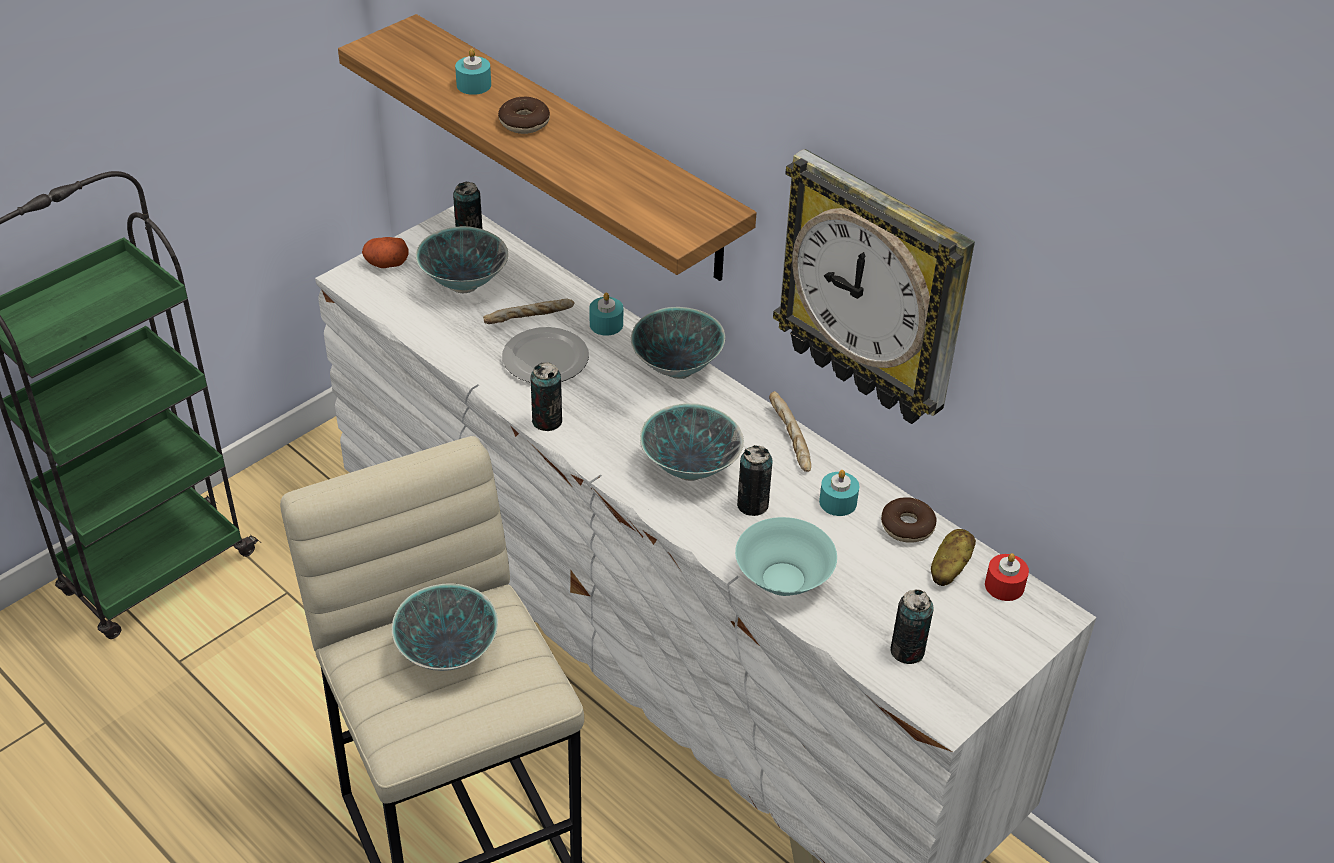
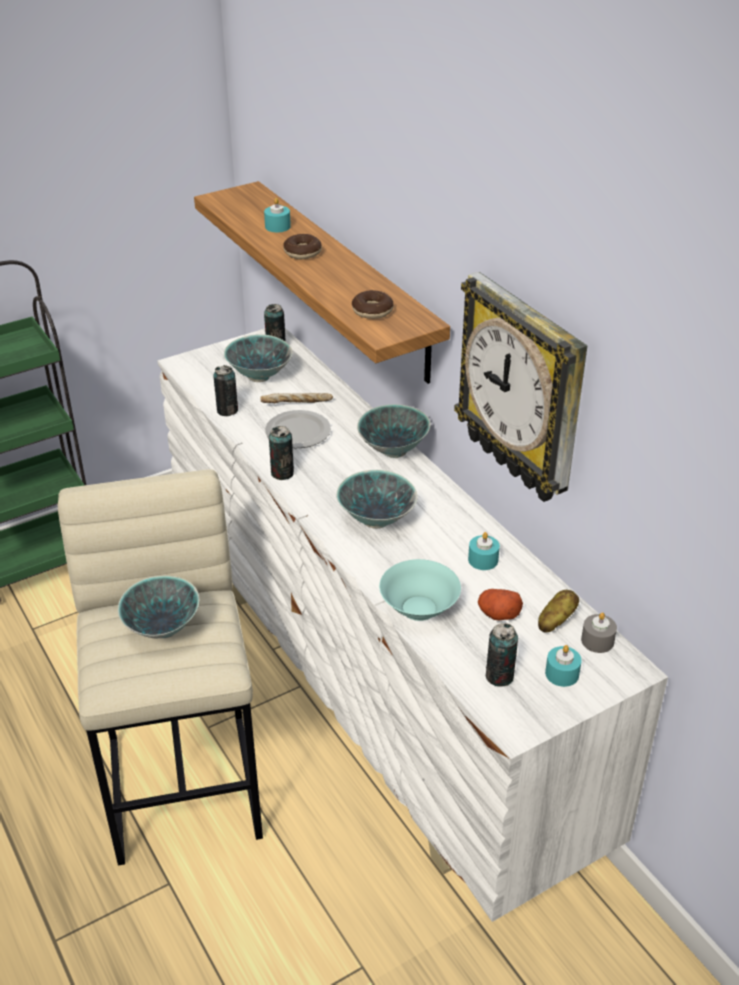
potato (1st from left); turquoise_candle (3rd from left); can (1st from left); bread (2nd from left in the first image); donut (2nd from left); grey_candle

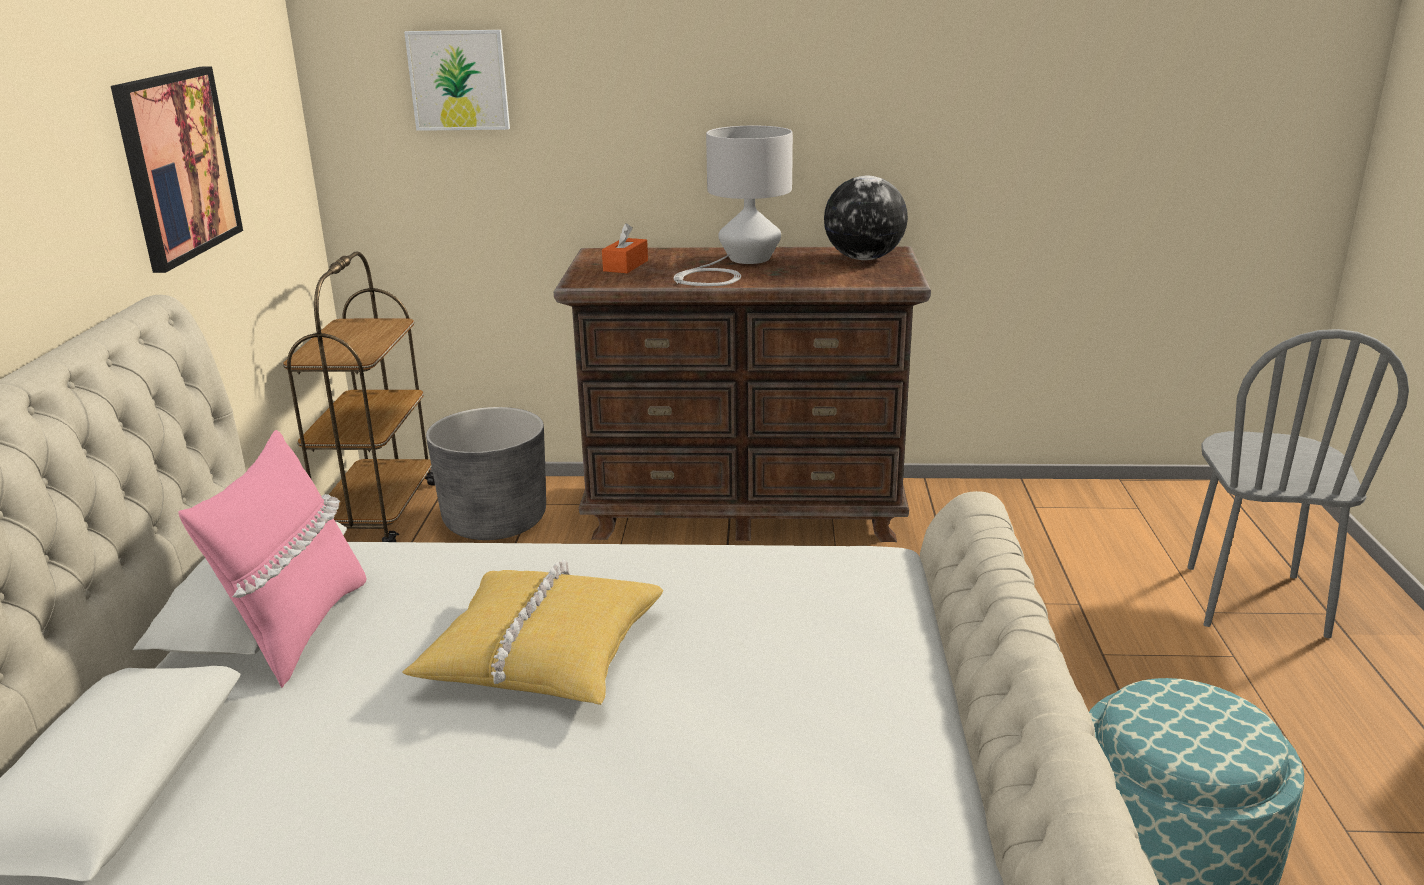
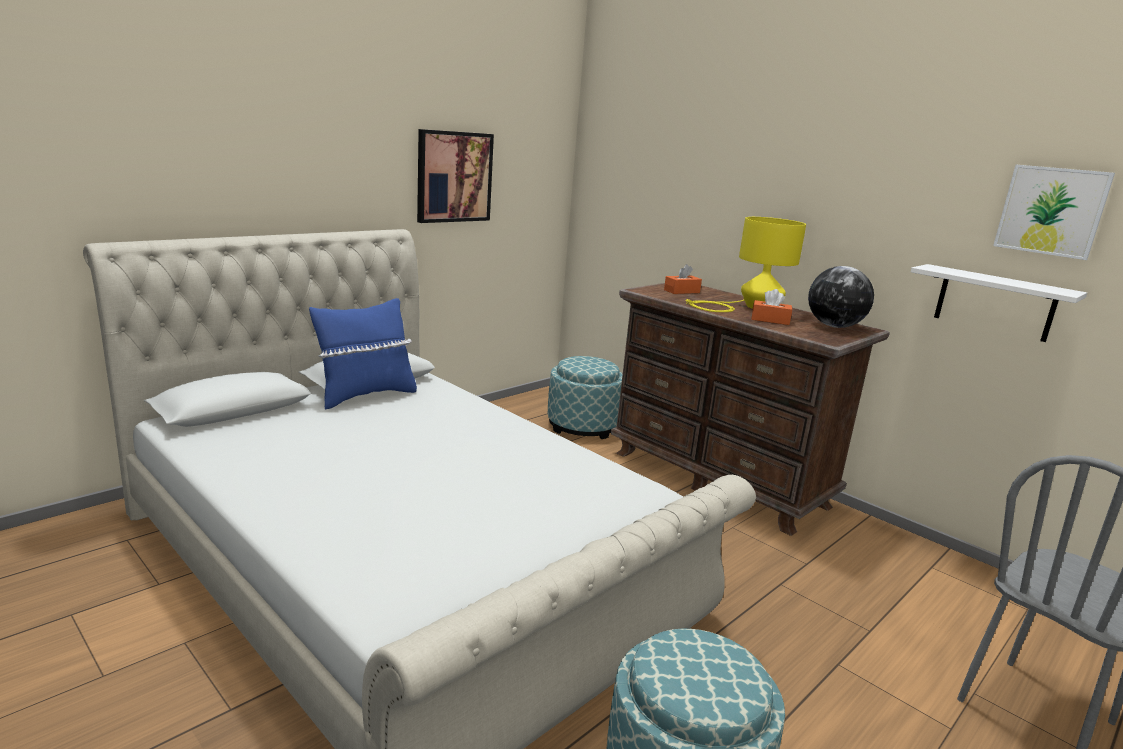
blue_pillow; brown_cart; yellow_pillow; picture (2nd from left); ottoman (1st from left); yellow_table_lamp; orange_tissue_box (2nd from left); white_shelf

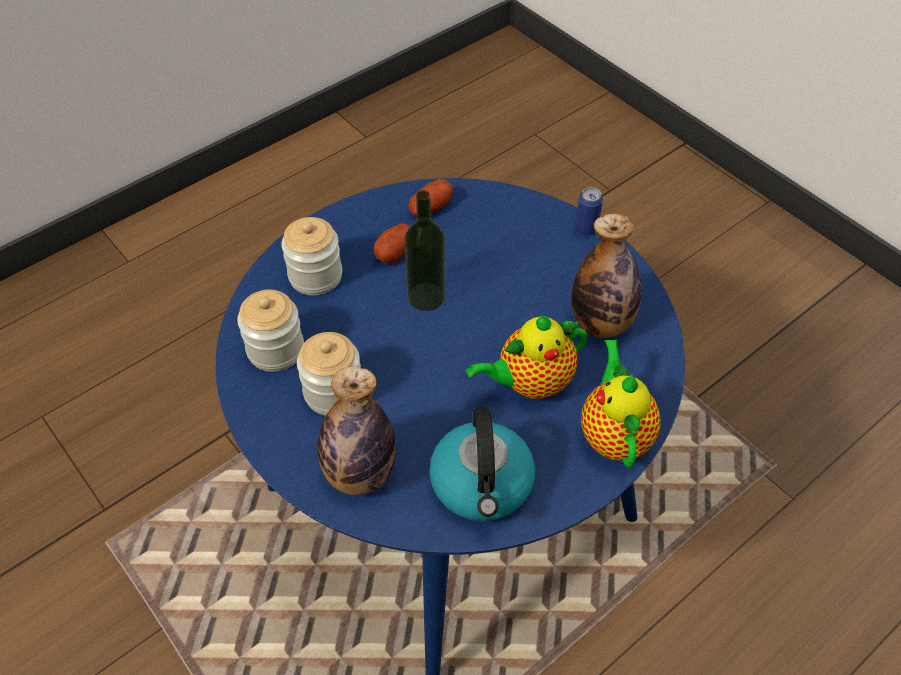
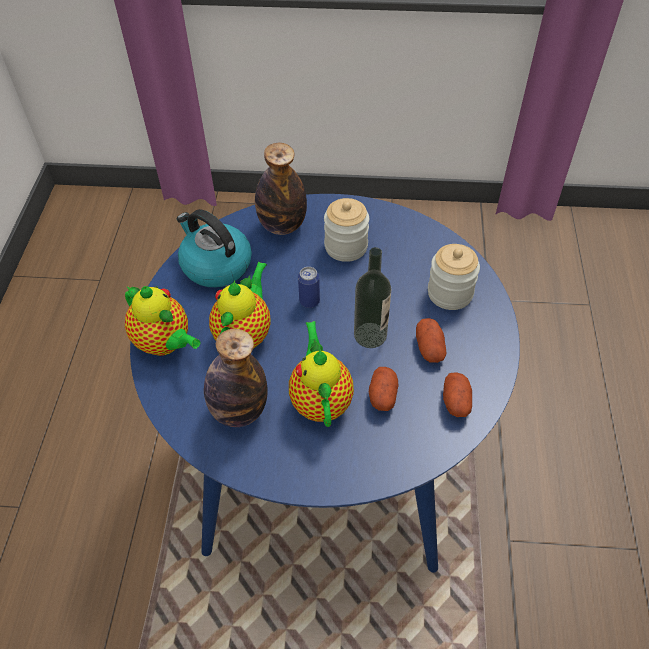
jar (1st from left in the first image); can; teapot (3rd from left); potato (1st from left)

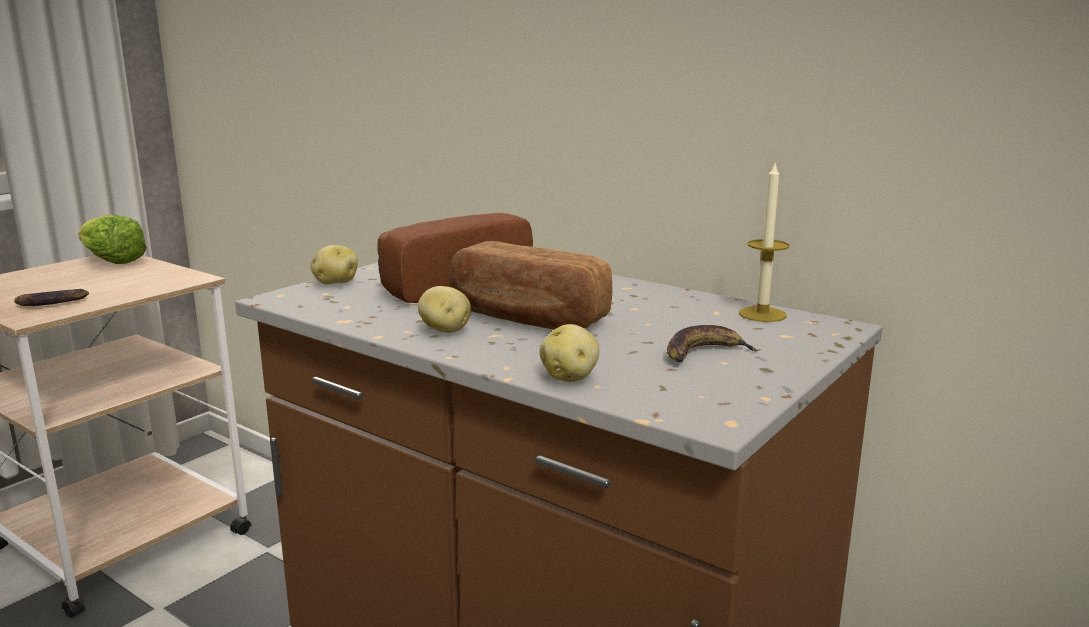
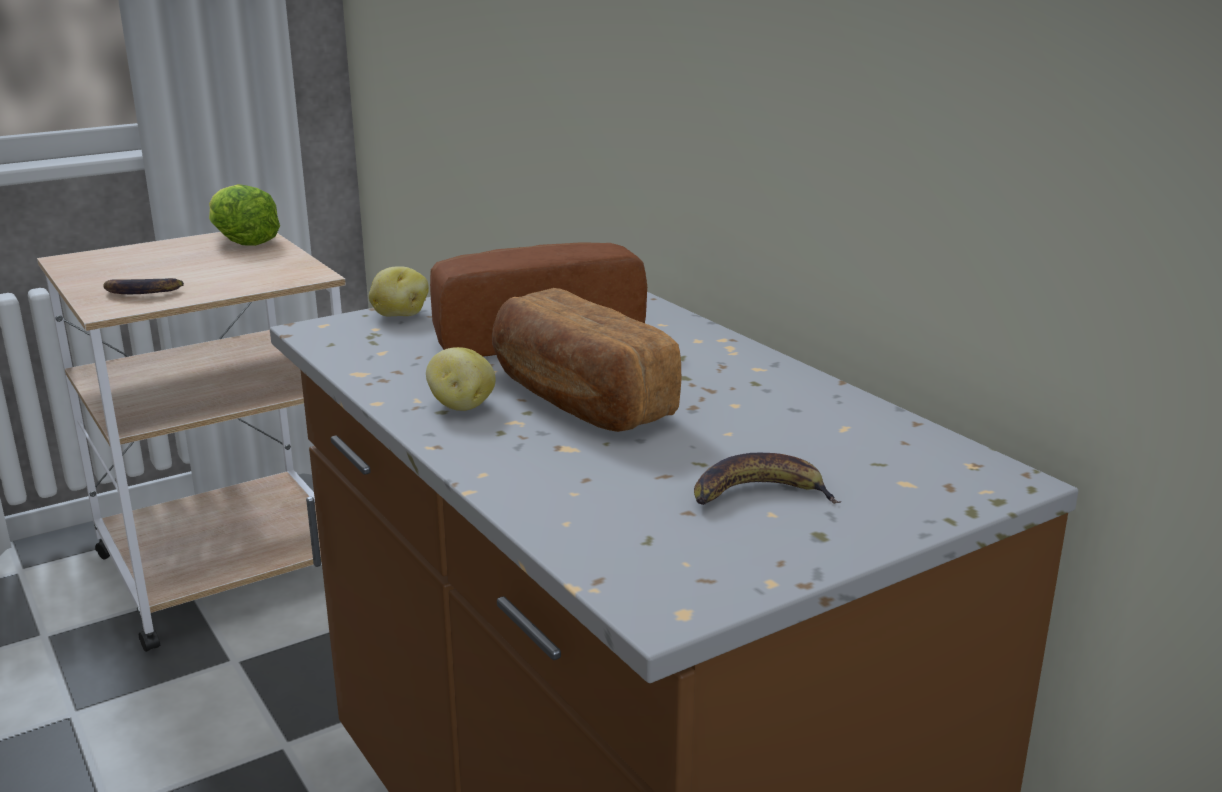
potato (3rd from left in the first image); candle

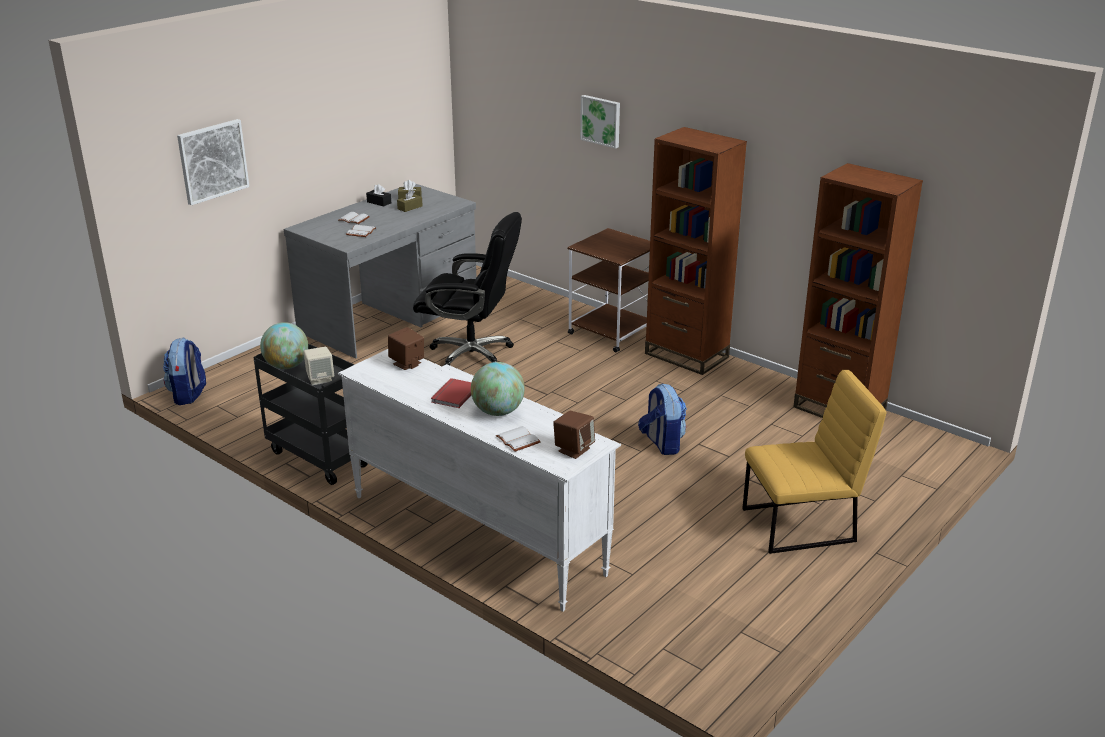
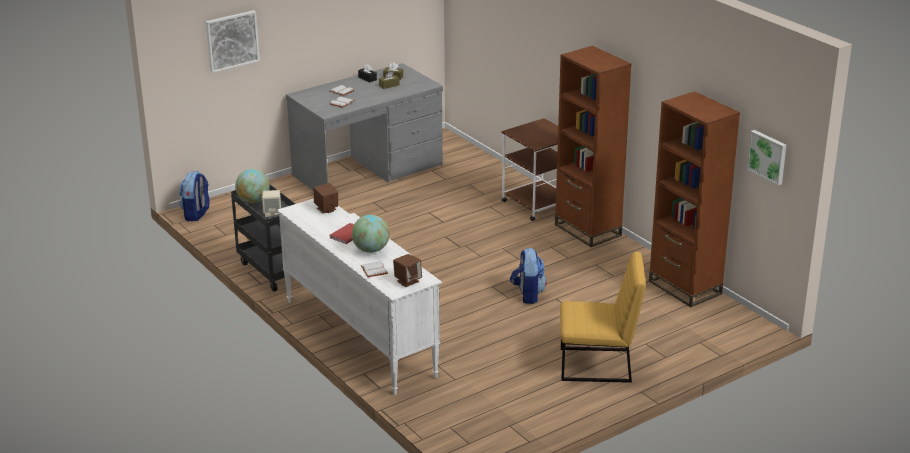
black_office_chair; picture (2nd from left)

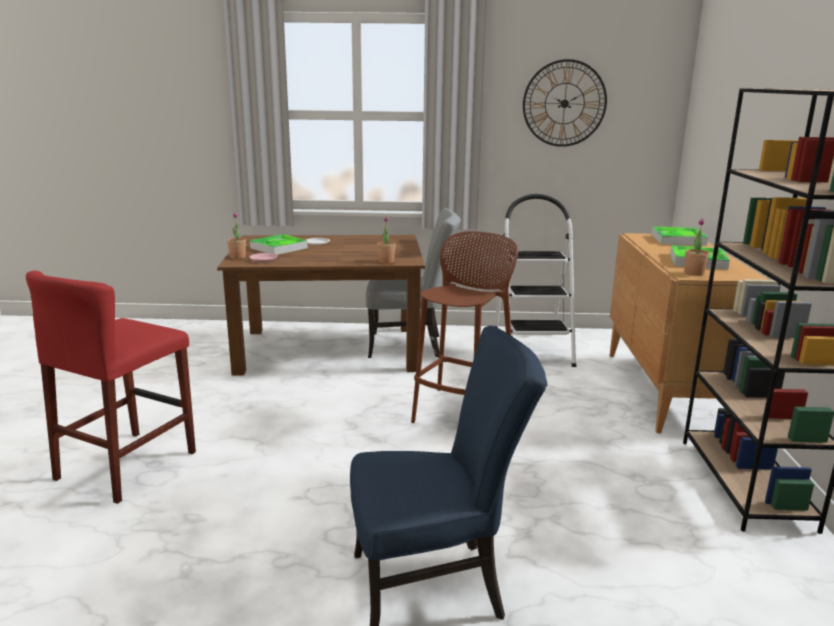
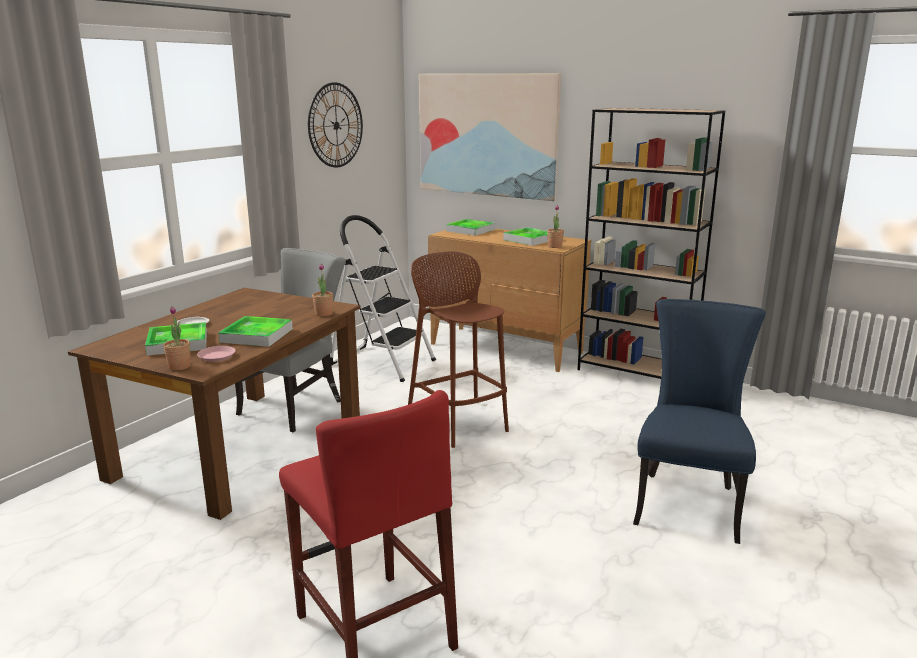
tray (2nd from left); picture

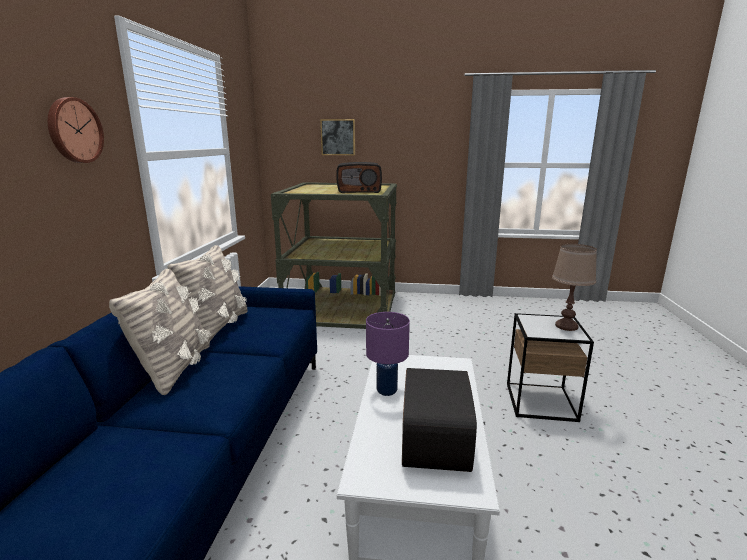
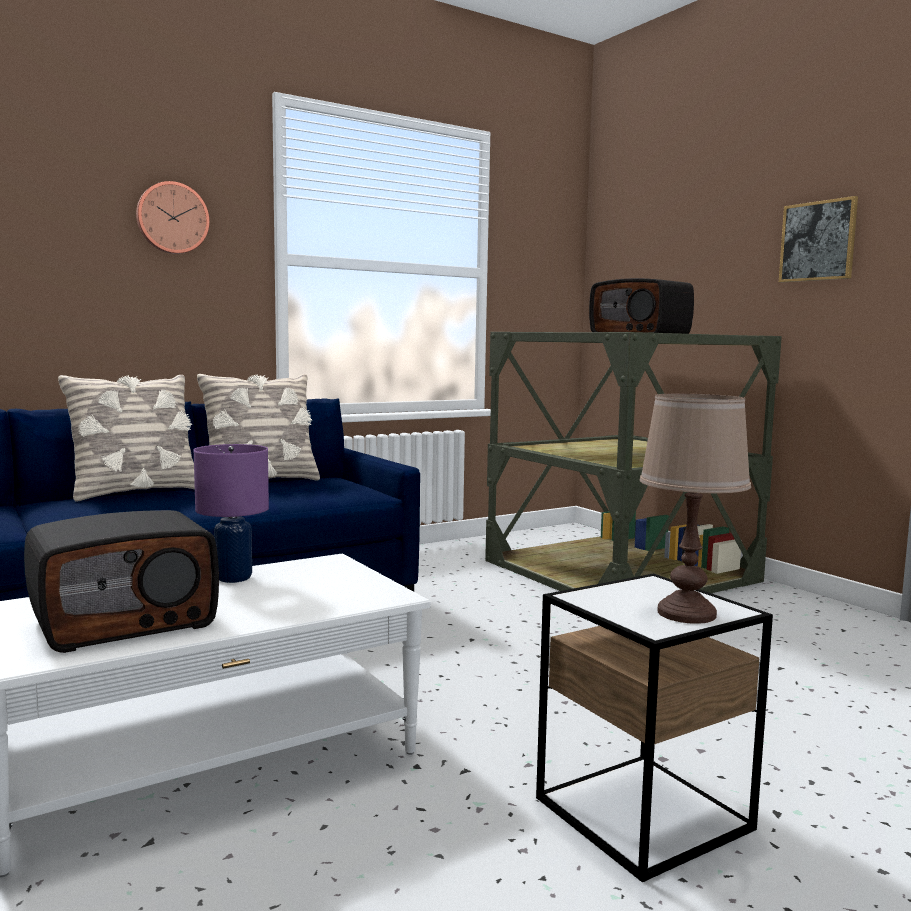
picture

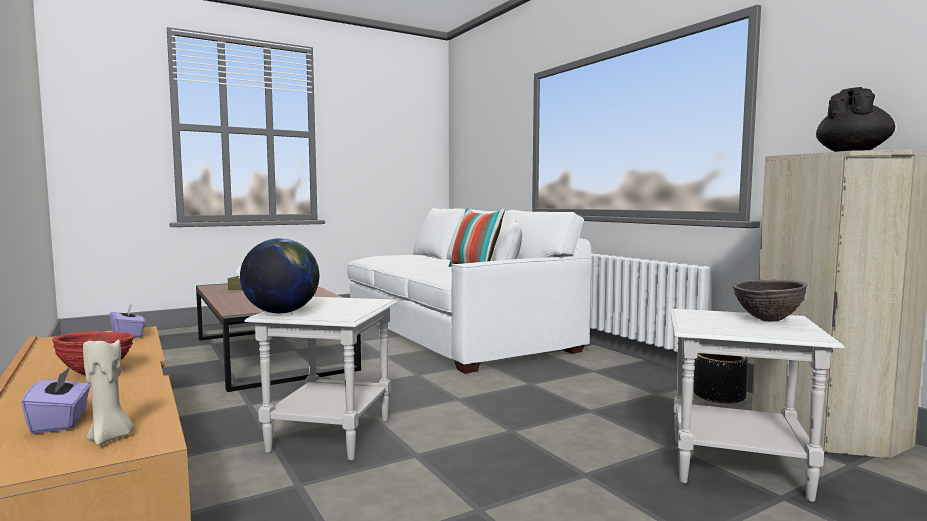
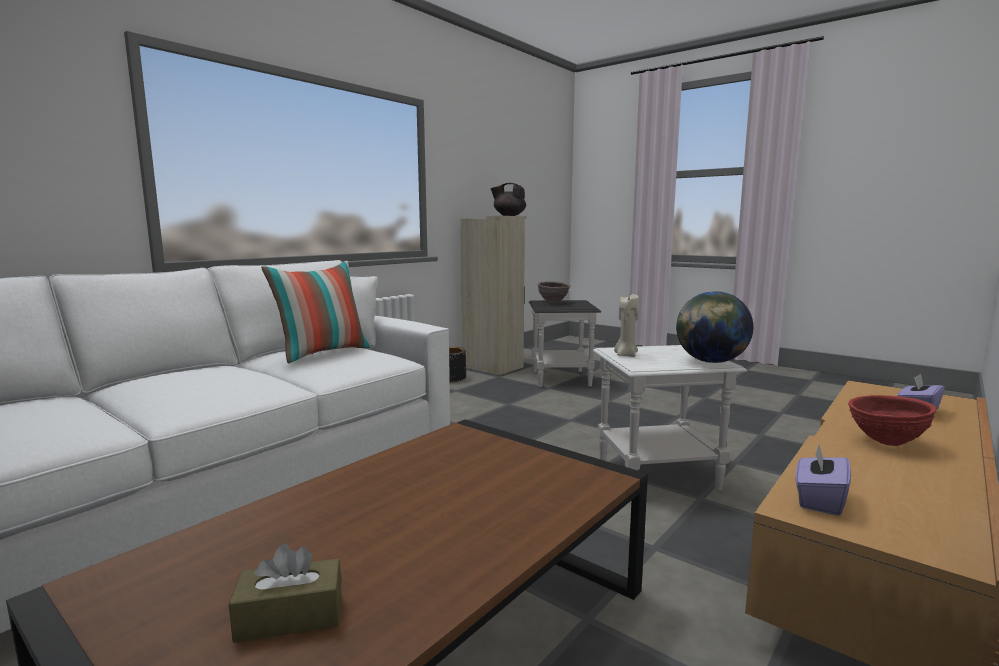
beige_candle; black_side_table

